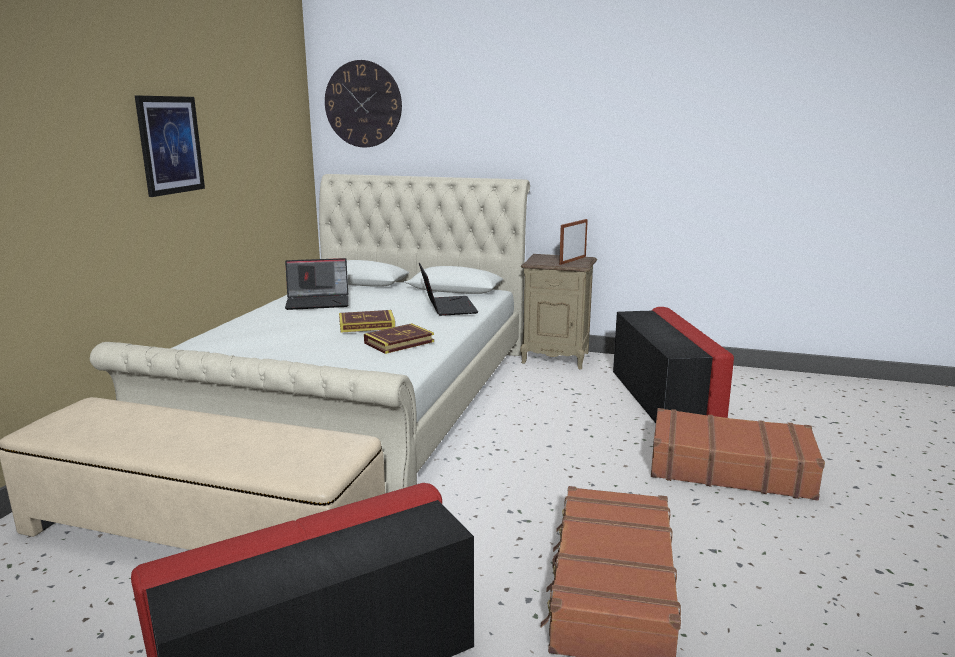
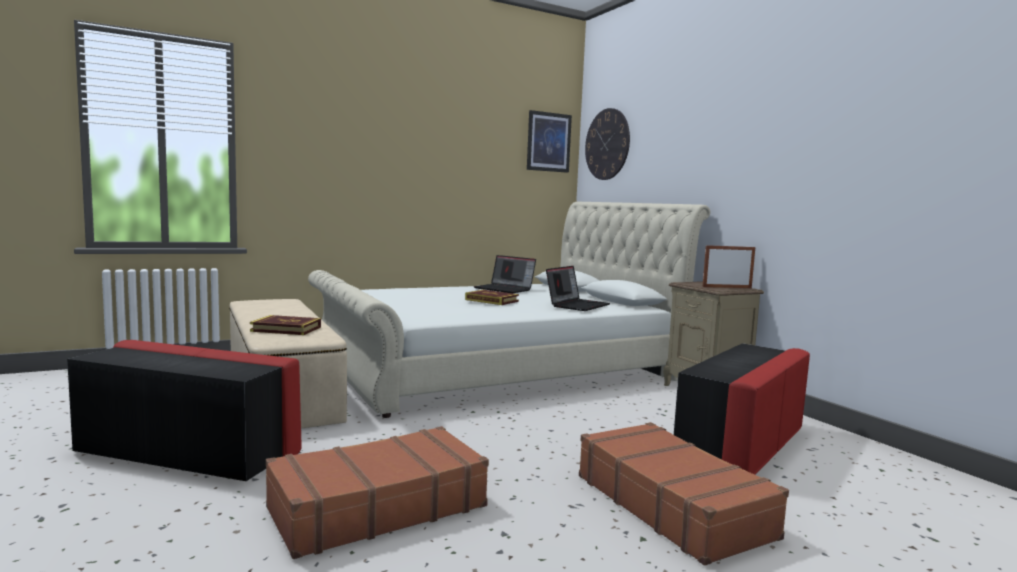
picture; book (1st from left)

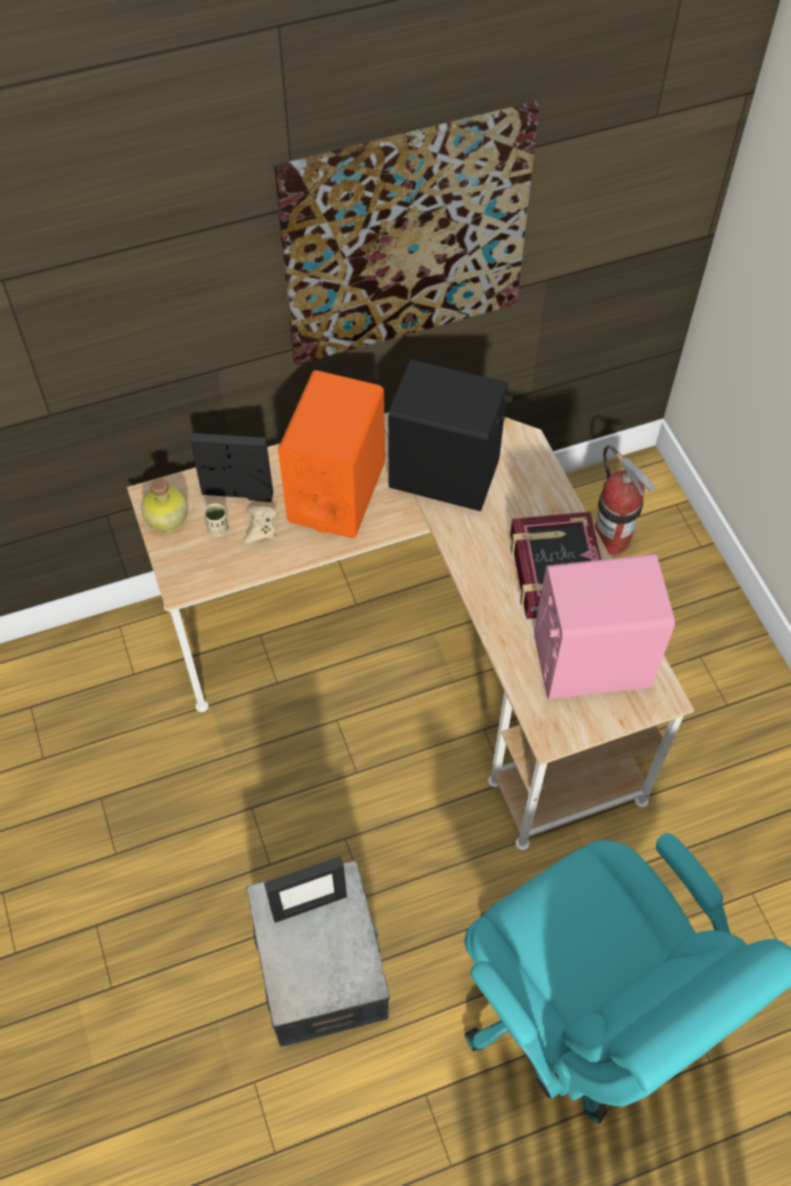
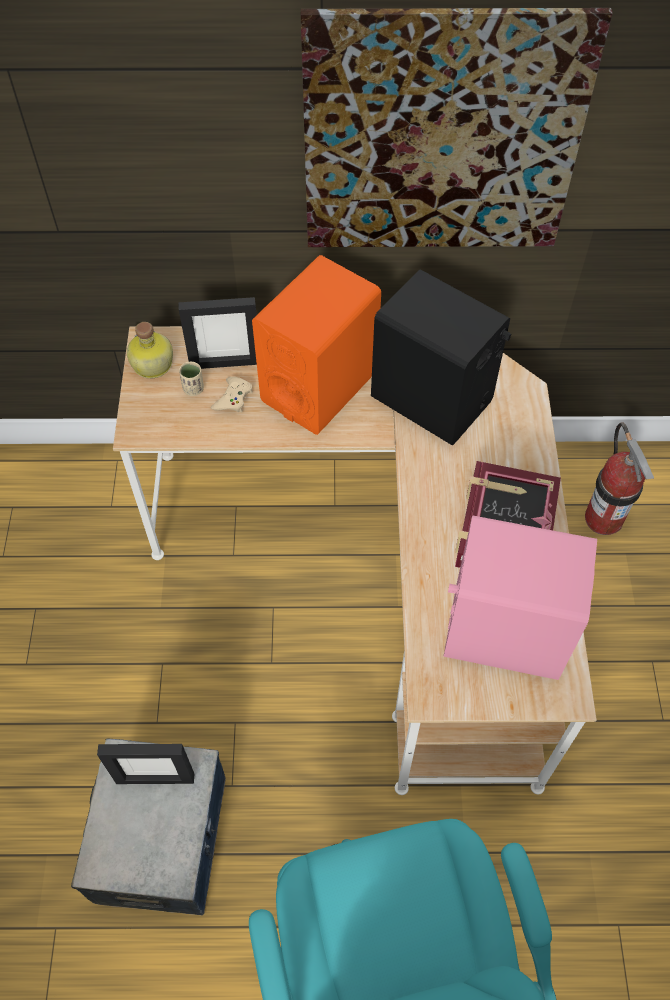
picture_frame (2nd from left)

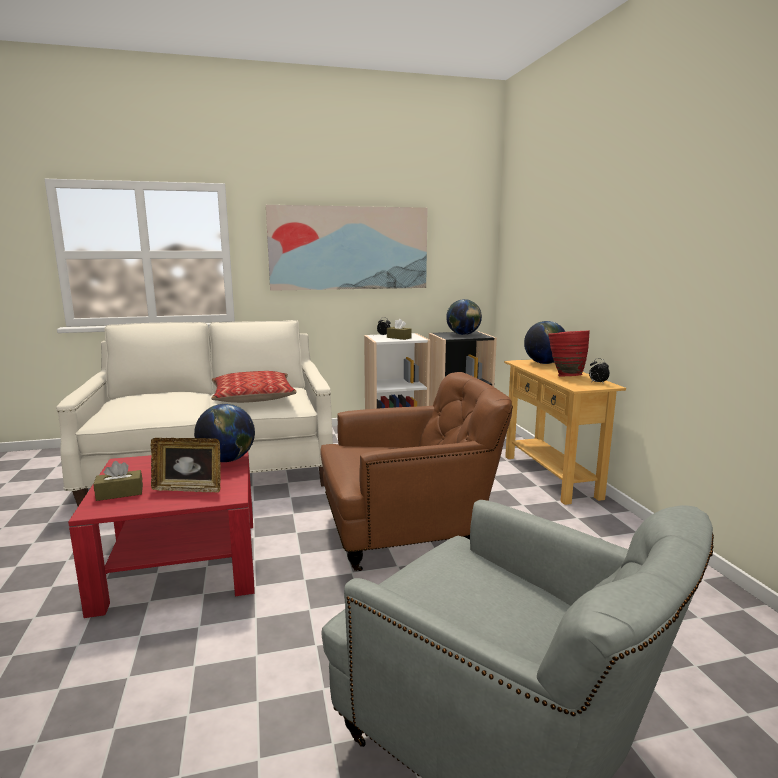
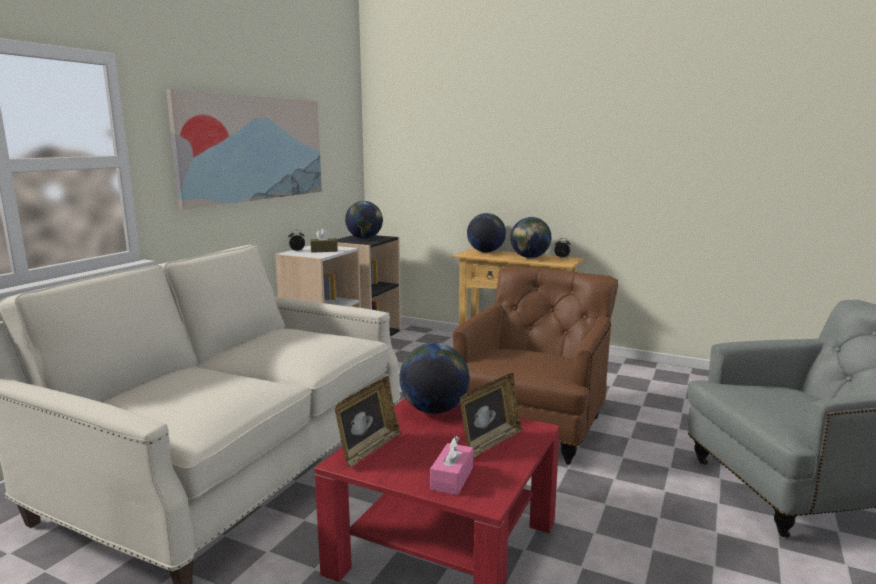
pink_tissue_box; pillow; globe (4th from left); picture_frame (1st from left)

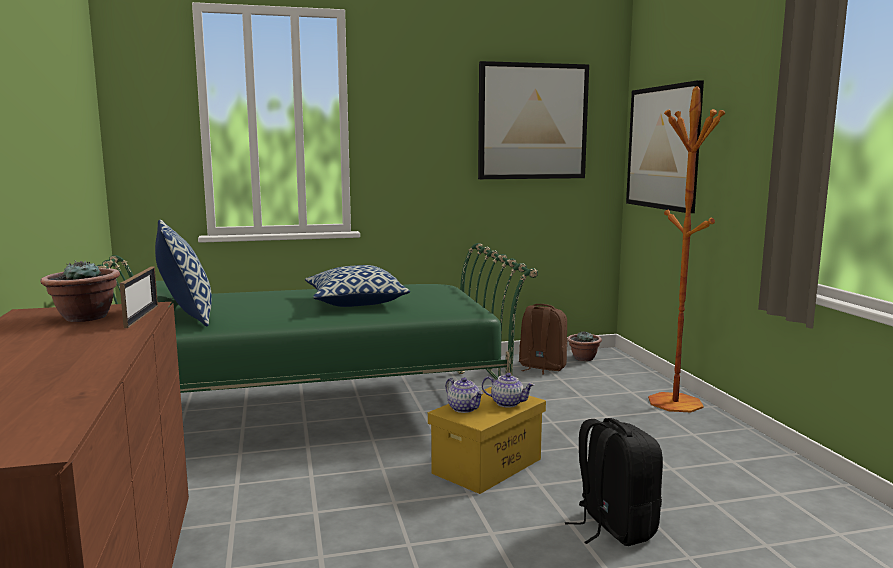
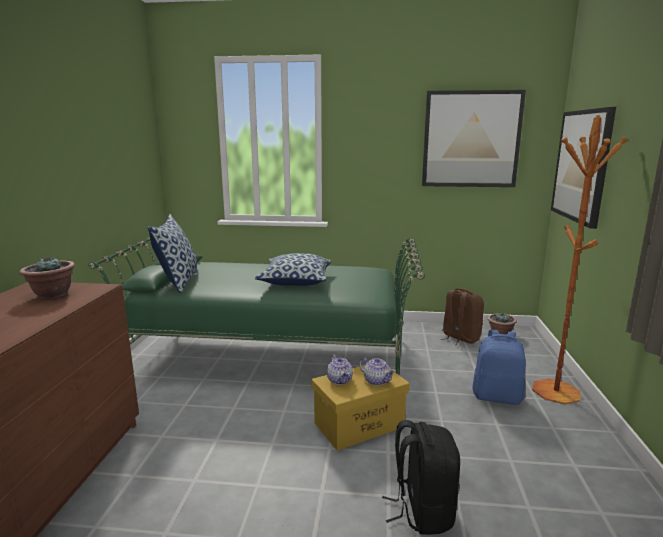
picture_frame; blue_backpack

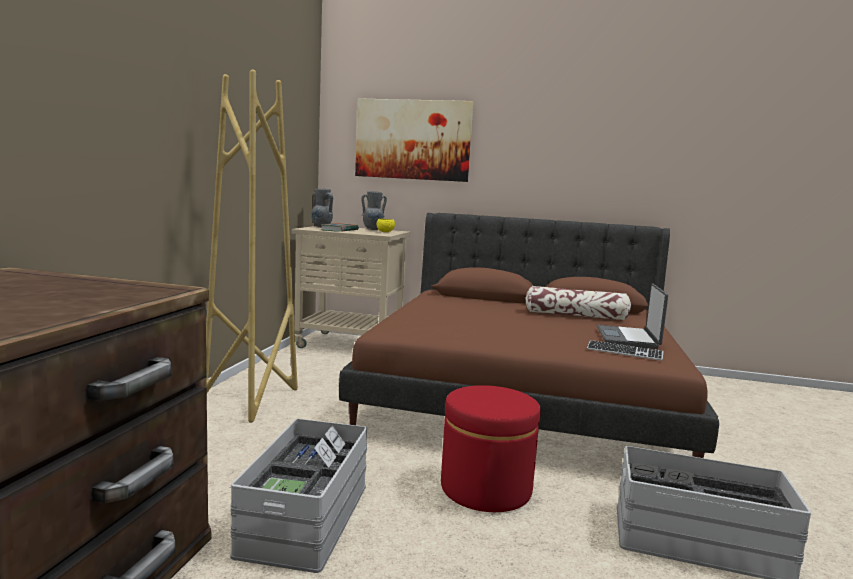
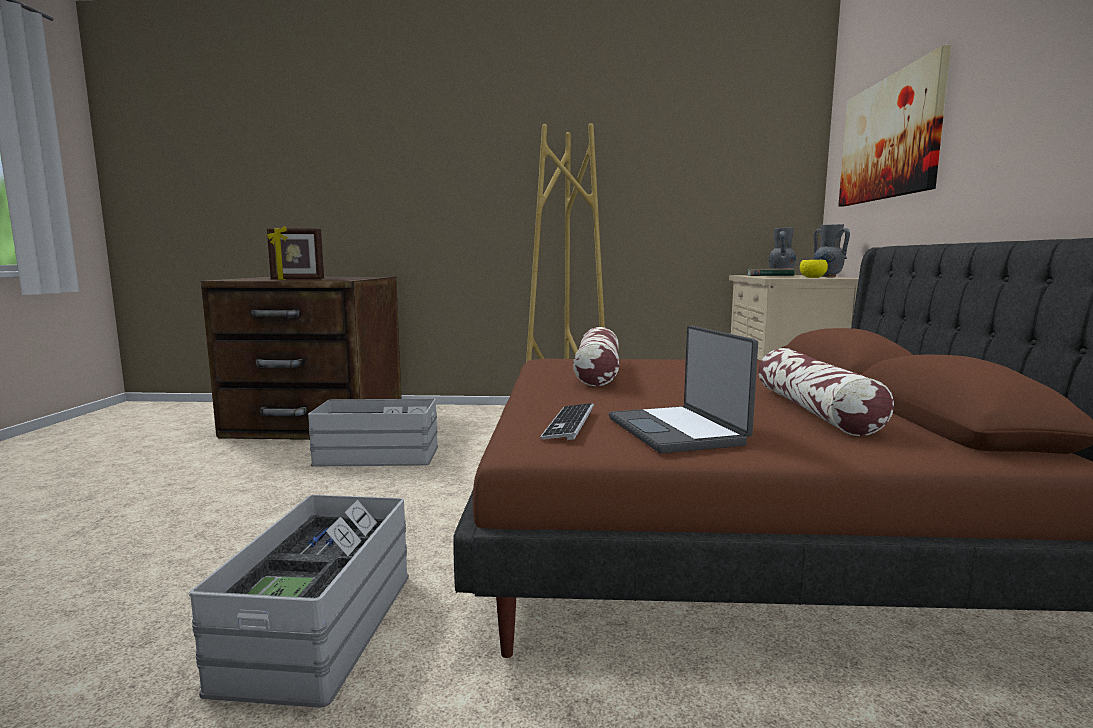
red_ottoman; laptop; picture_frame; pillow (1st from left)

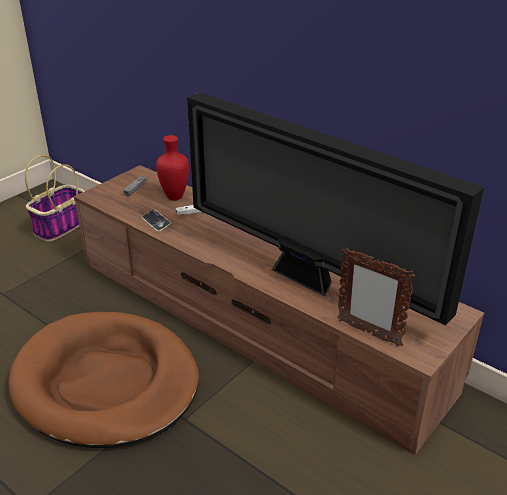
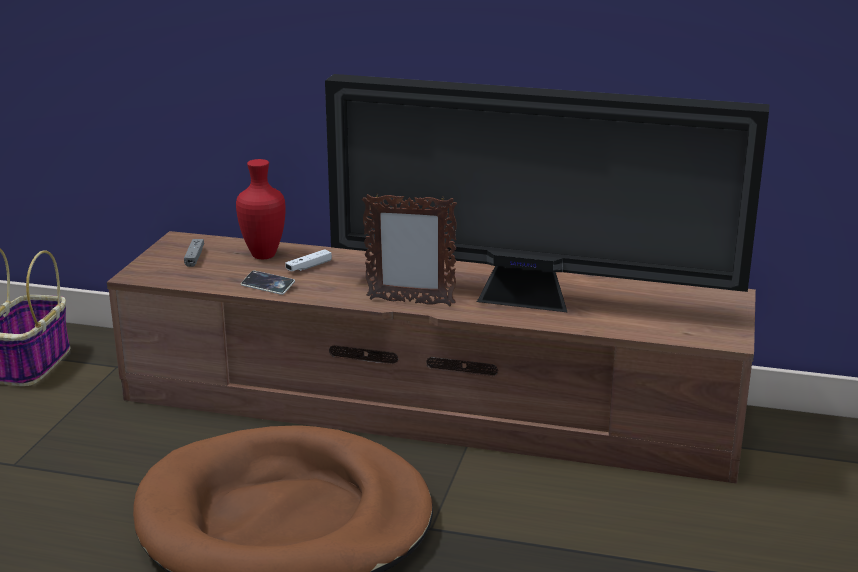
picture_frame

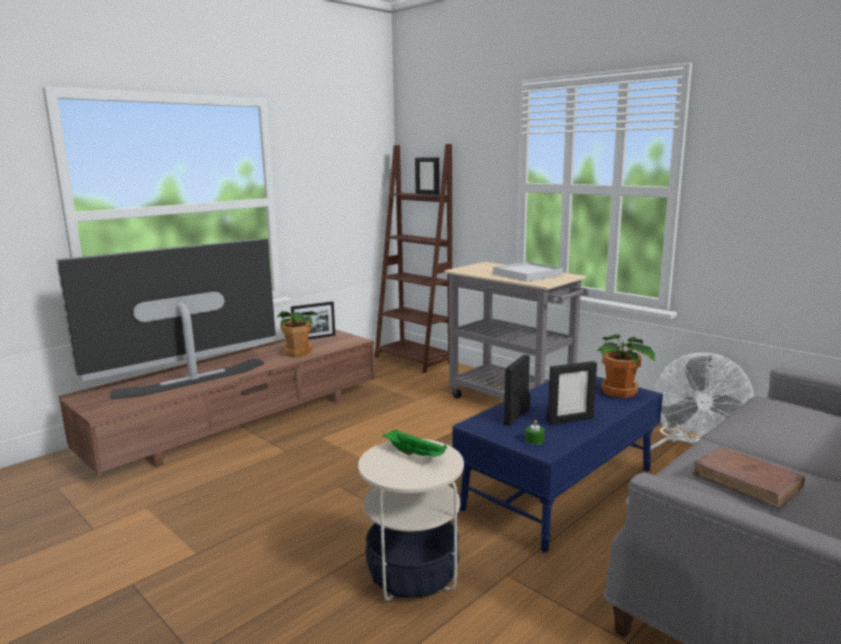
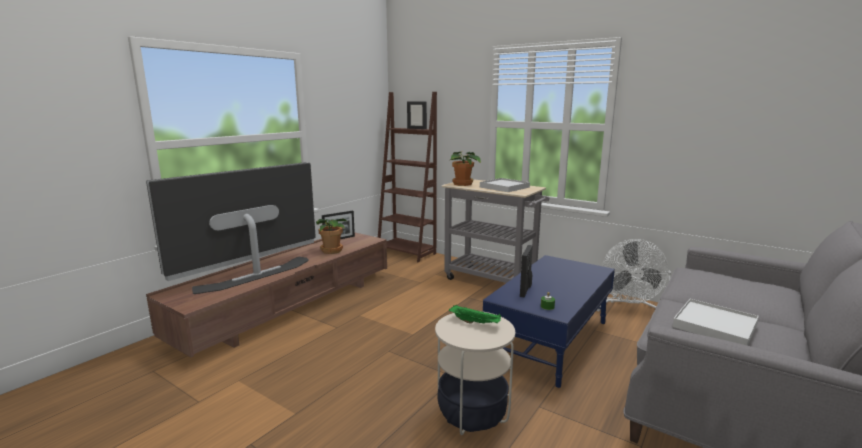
picture_frame (4th from left in the first image); potted_plant (2nd from left); white_tray (2nd from left)

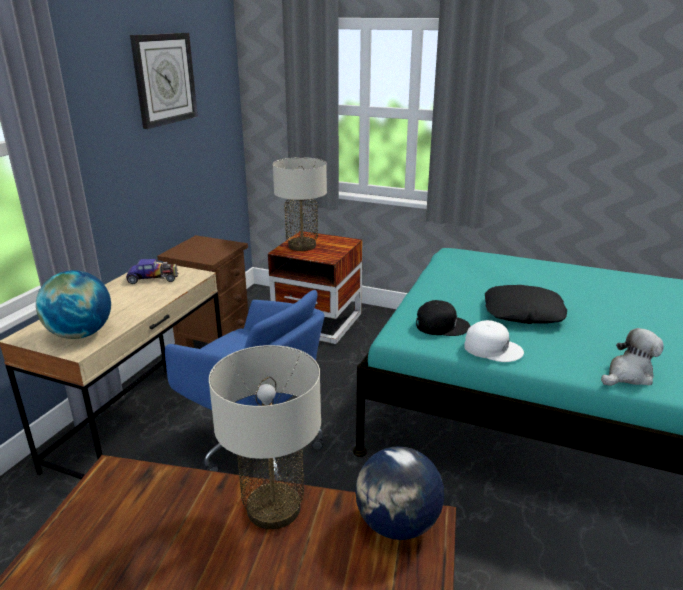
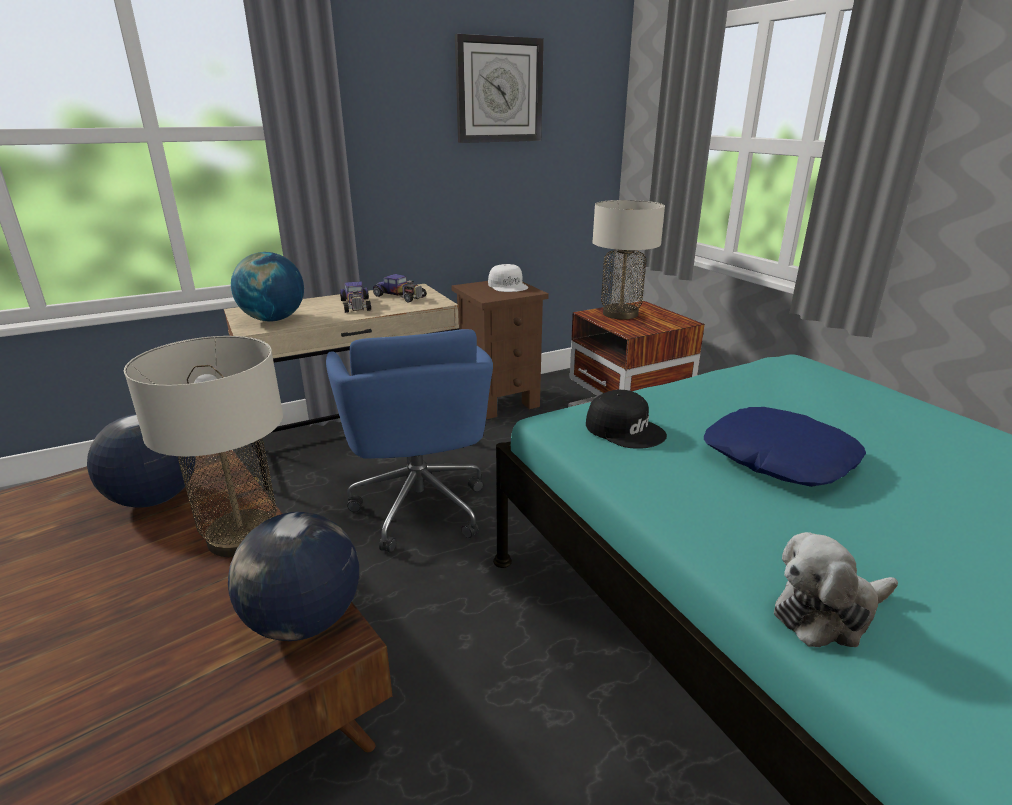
white_cap; blue_pillow; plush_toy; globe (1st from left); toy_car (1st from left)

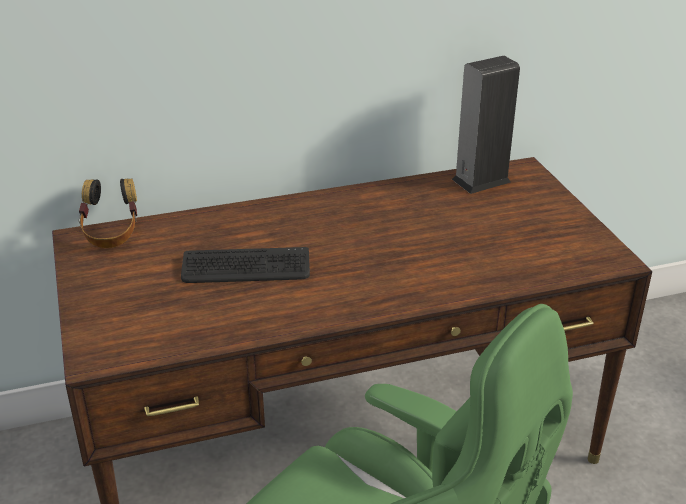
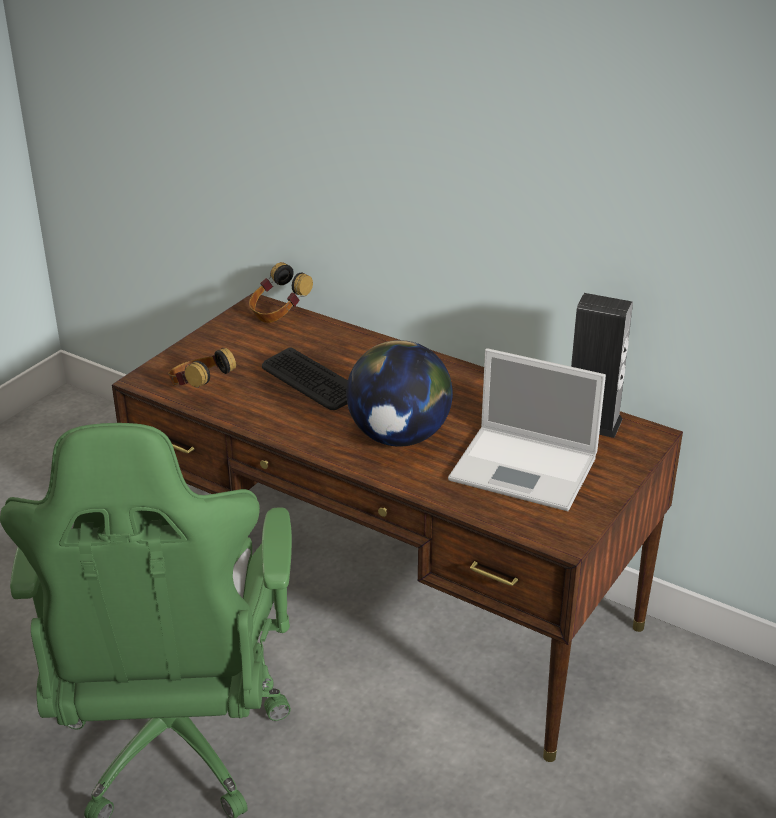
headphones (1st from left); globe; laptop

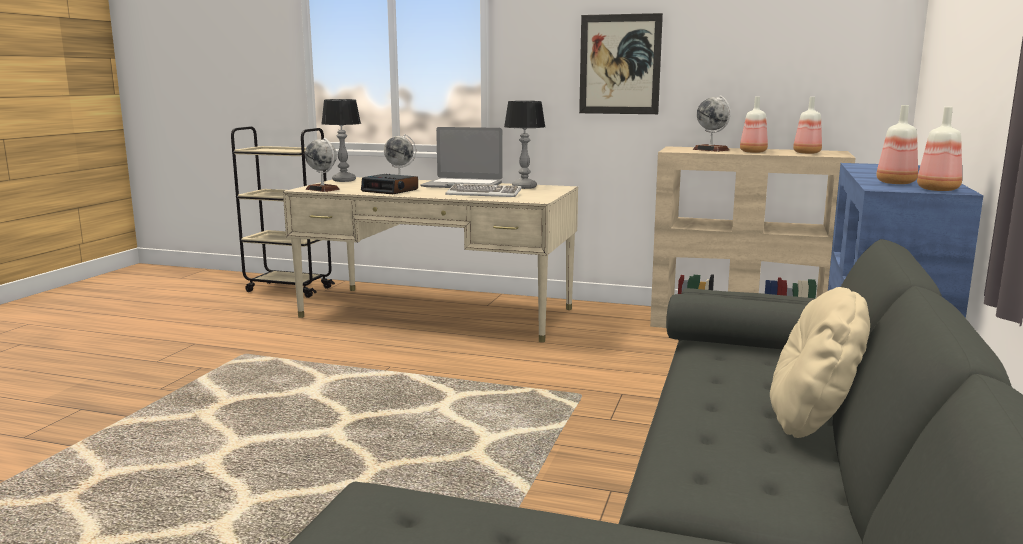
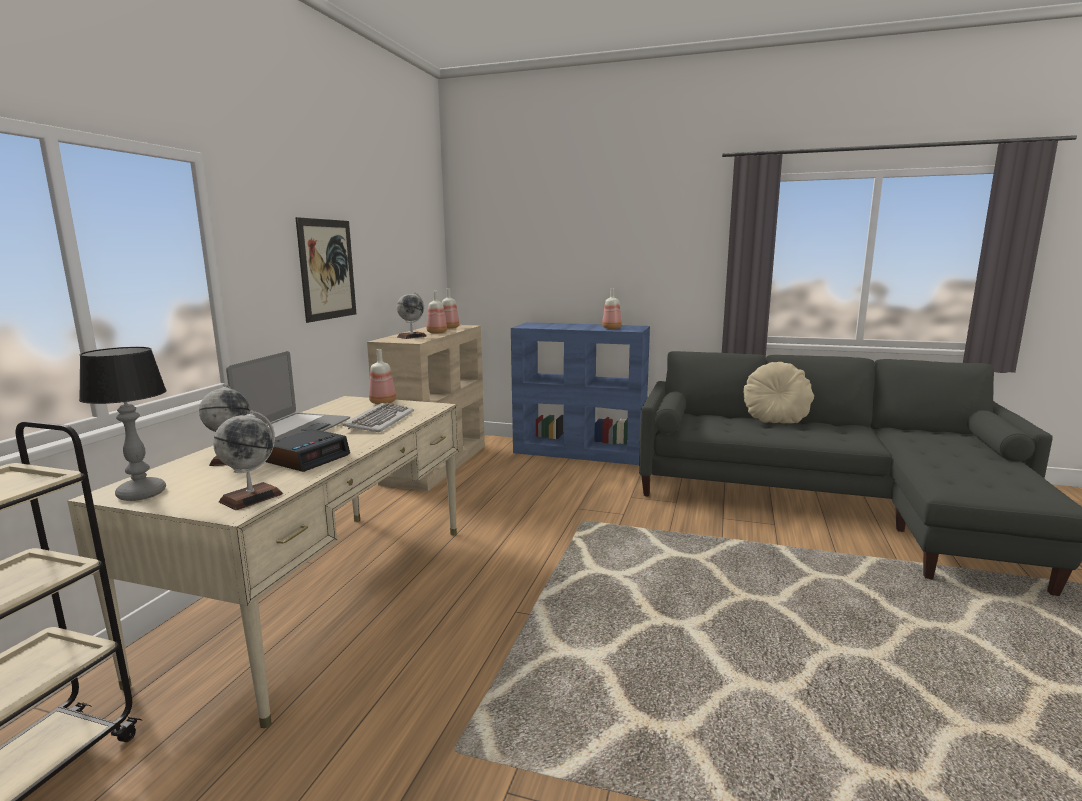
table_lamp (2nd from left in the first image); bottle (1st from left)

